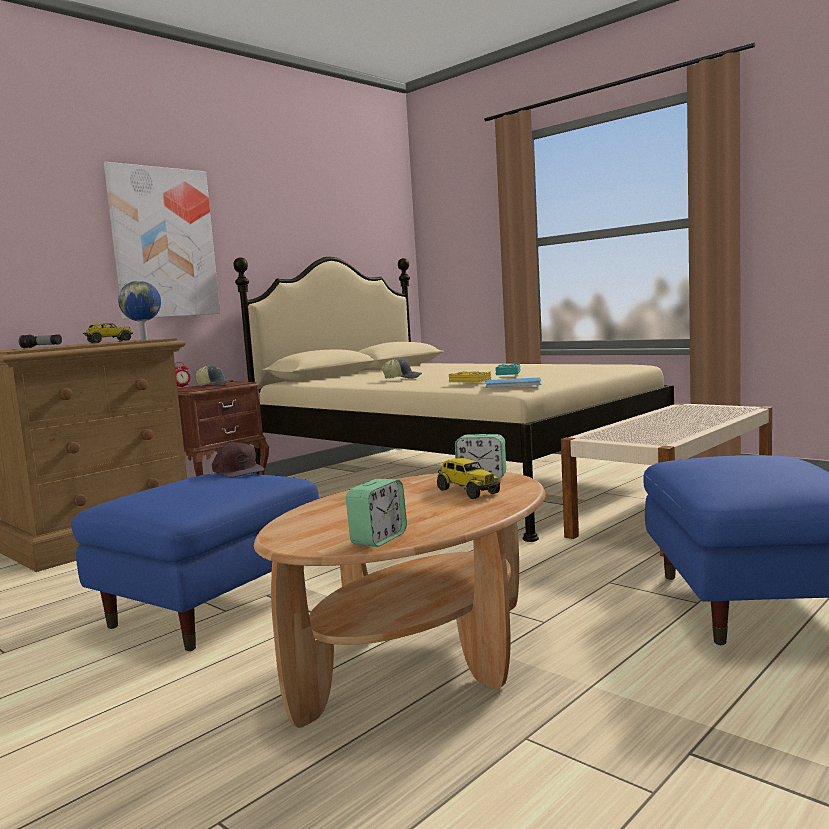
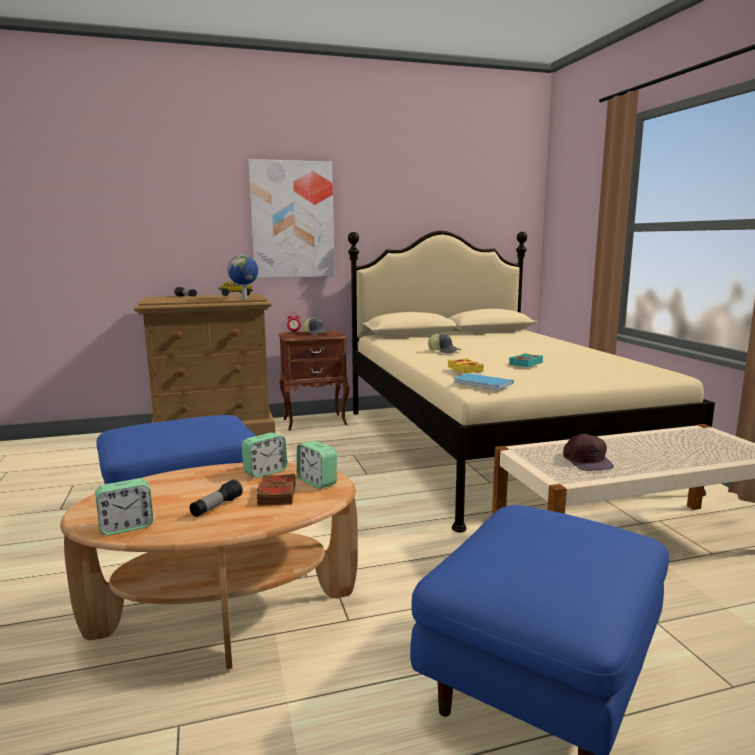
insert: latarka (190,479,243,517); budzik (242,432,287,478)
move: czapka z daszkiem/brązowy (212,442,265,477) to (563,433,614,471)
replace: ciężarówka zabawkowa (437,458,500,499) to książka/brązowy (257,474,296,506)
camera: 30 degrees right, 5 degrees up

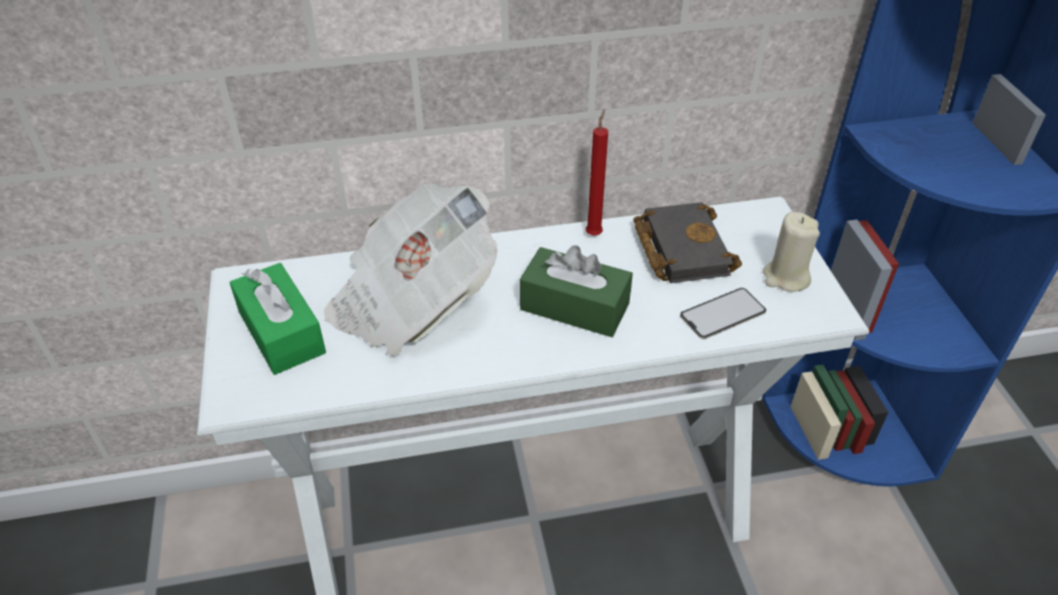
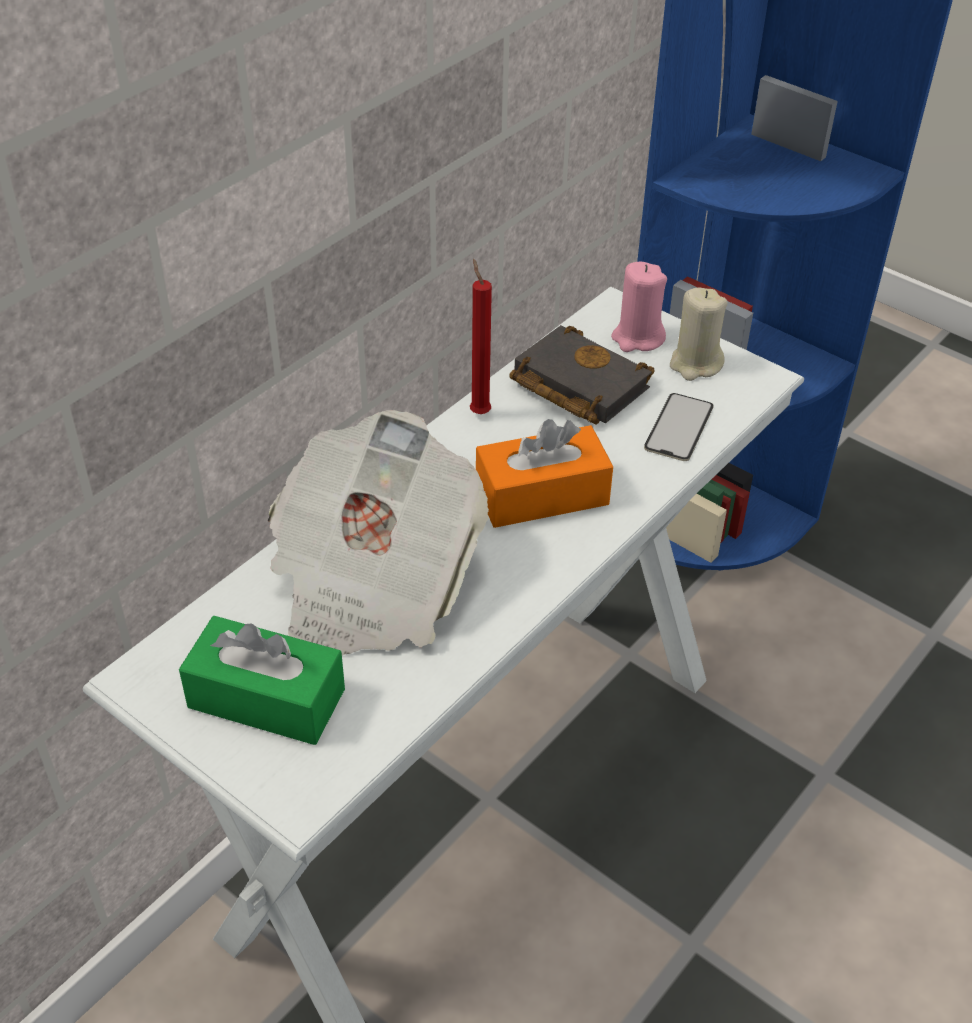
insert: świeca/różowy (611,262,667,352)
recolor: pudełko chusteczek/zielony (520,245,633,337) to pudełko chusteczek/pomarańczowy (476,419,613,528)
camera: 40 degrees left, 0 degrees up

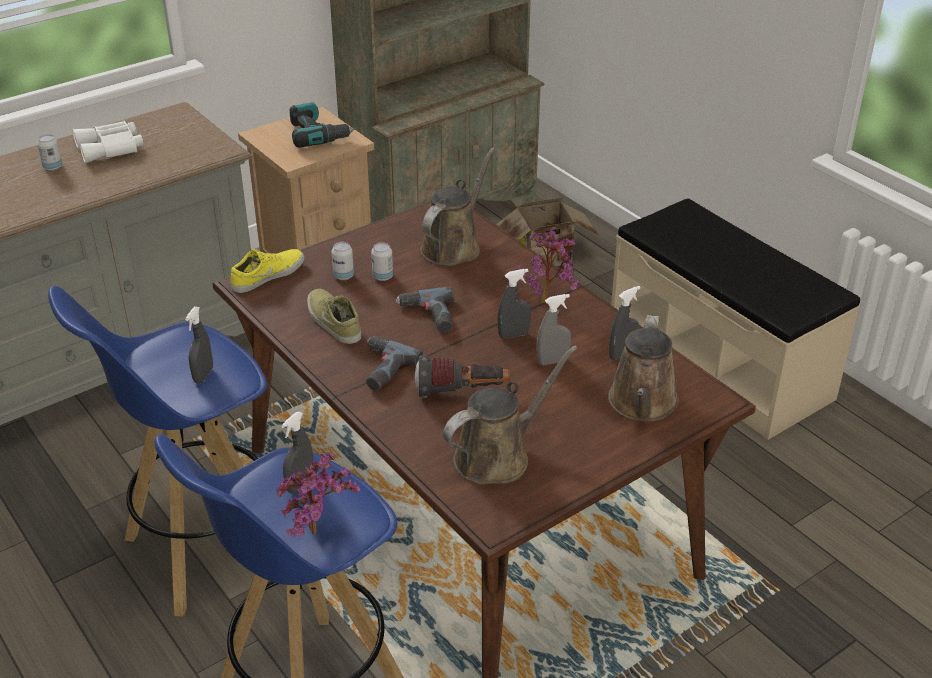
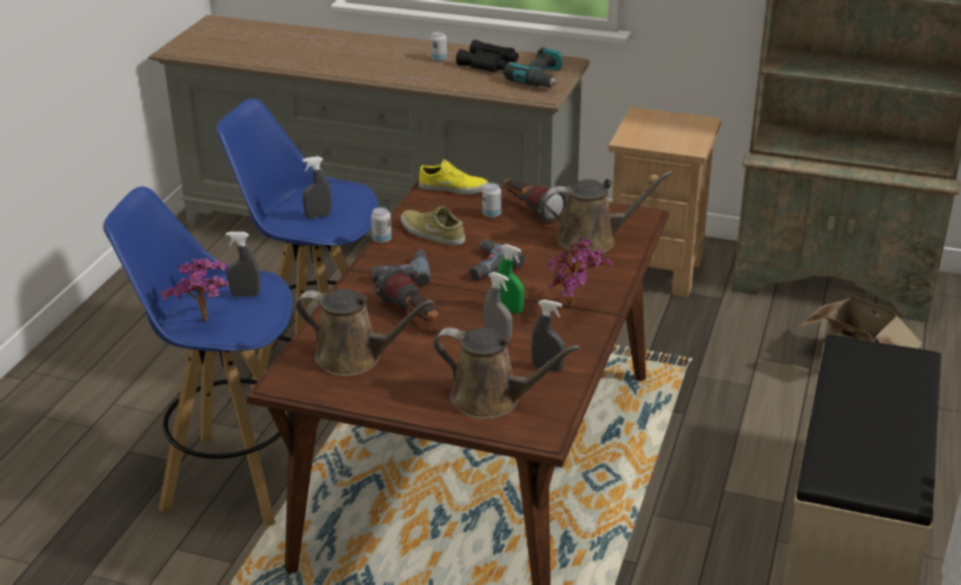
insert: latarka (504,178,566,223)
move: wiertarka (290,102,355,148) to (503,47,563,88); puszka (371,243,393,281) to (371,207,392,243)
recolor: lornetka/biały (72,121,144,163) to lornetka/czarny (456,40,518,73); spryskiwacz/szary (497,269,531,339) to spryskiwacz/zielony (497,244,524,314)
rotate: but/beżowy (307,289,361,344) = (401,206,465,246) 75 degrees counterclockwise; konewka/brązowy (608,315,679,422) = (433,328,581,419) 135 degrees counterclockwise
camera: 55 degrees right, 5 degrees down

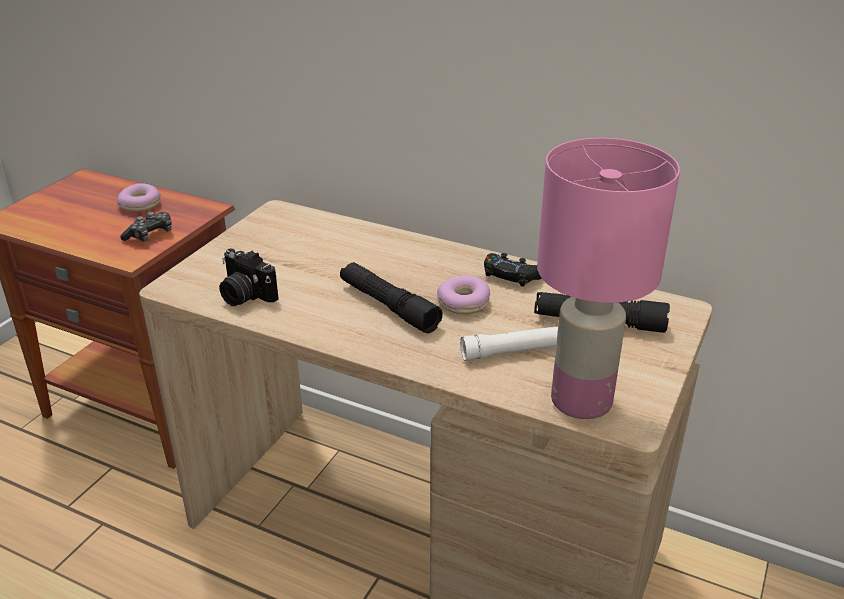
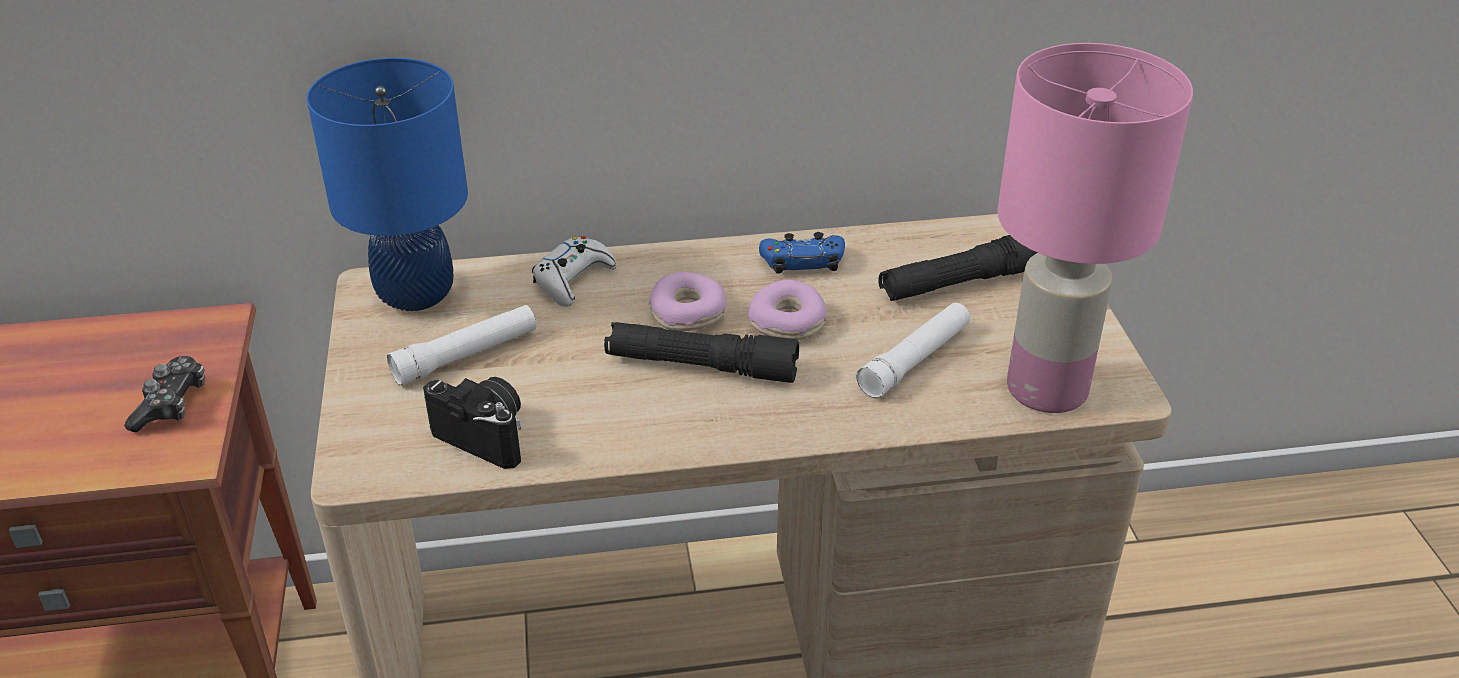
insert: lampa stołowa/niebieski (307,58,468,311); latarka/biały (387,305,537,385); pad do gier/biały (532,236,617,307)
move: donut (117,183,161,212) to (648,272,726,331)
recolor: pad do gier/czarny (484,253,542,287) to pad do gier/niebieski (759,232,845,274)
rotate: aparat fotograficzny (219,248,278,306) = (423,377,521,469) 150 degrees counterclockwise
camera: 35 degrees left, 5 degrees up

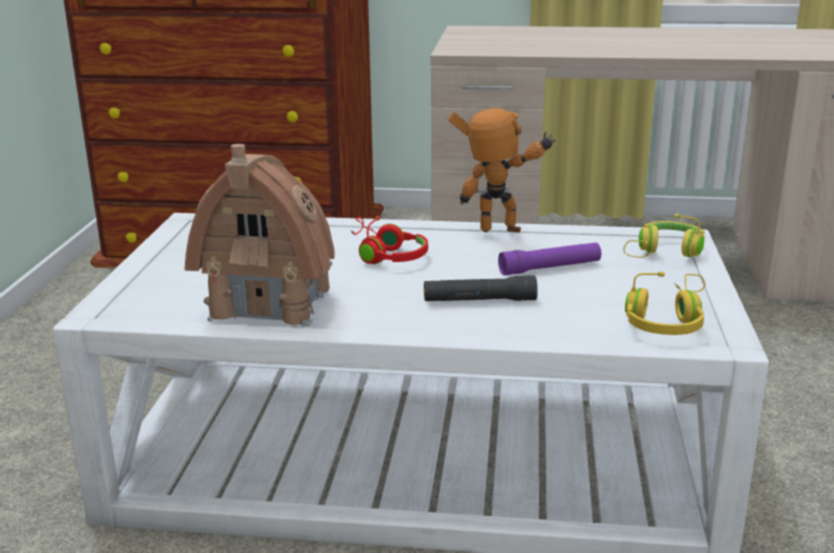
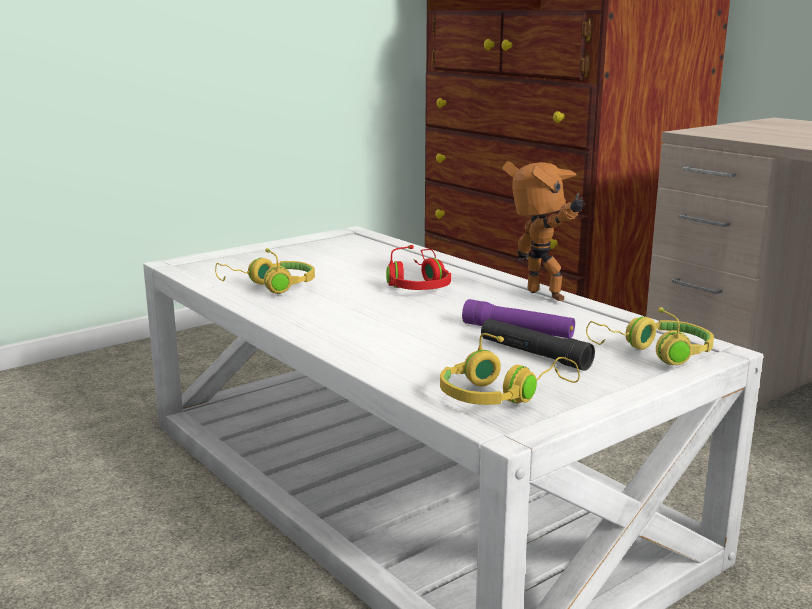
move: latarka/czarny (424,275,538,301) to (481,319,595,371)
replace: domek (184,144,335,328) to słuchawki/żółty (215,248,315,294)
camera: 45 degrees right, 5 degrees down

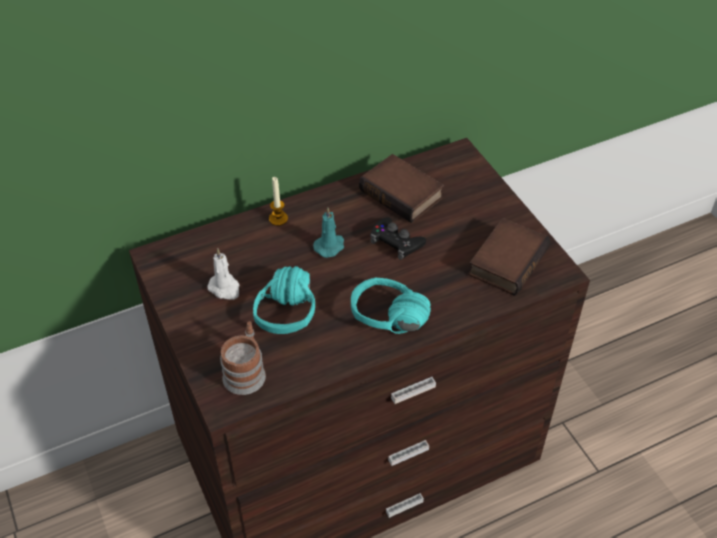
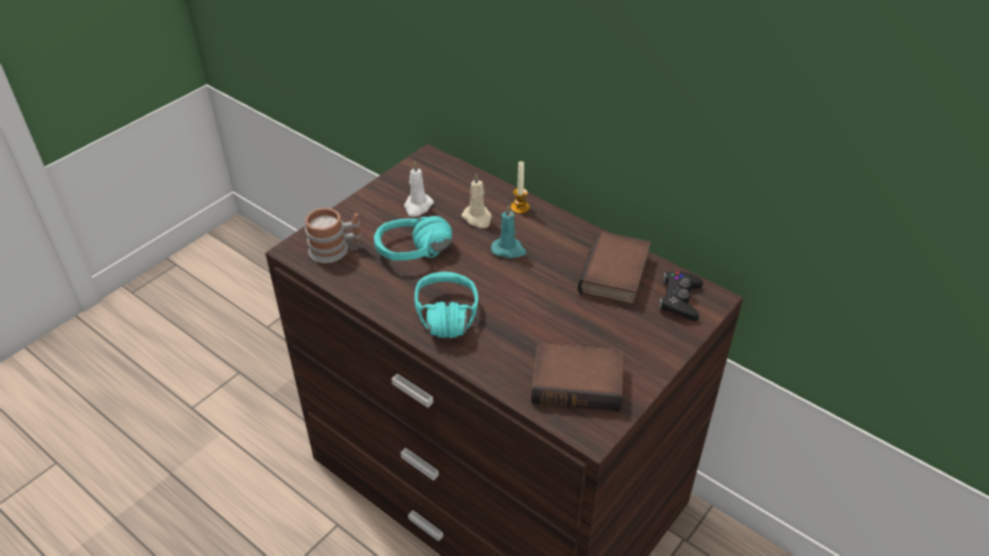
insert: świeca/beżowy (462,173,492,228)
move: pad do gier/czarny (370,217,426,260) to (658,271,703,321)
camera: 65 degrees right, 5 degrees down

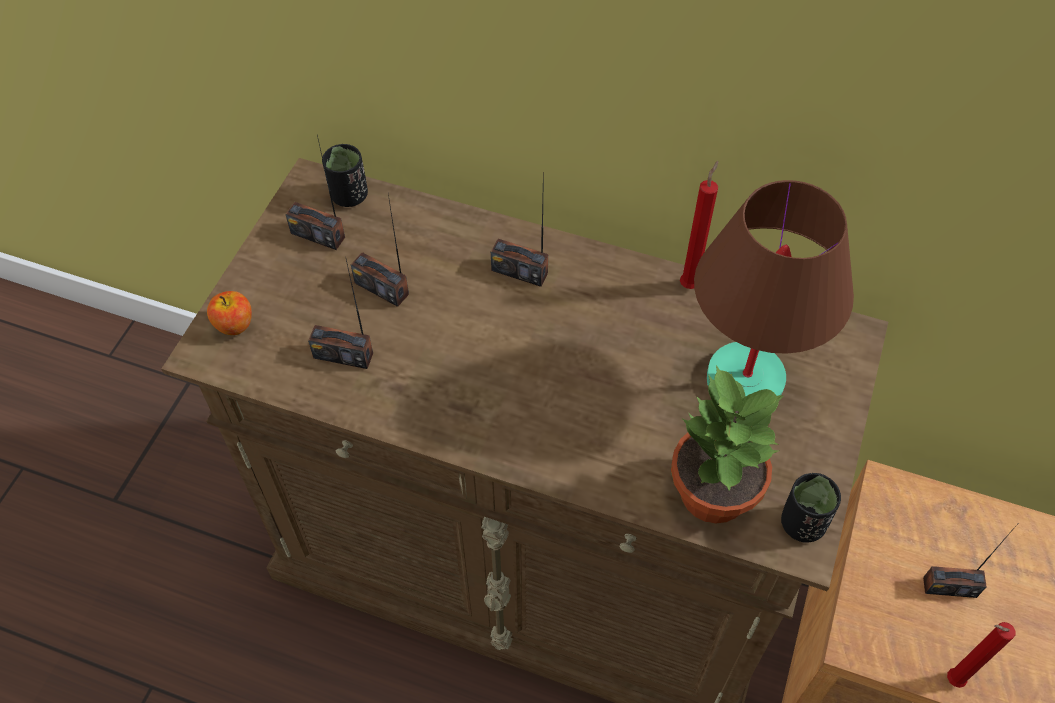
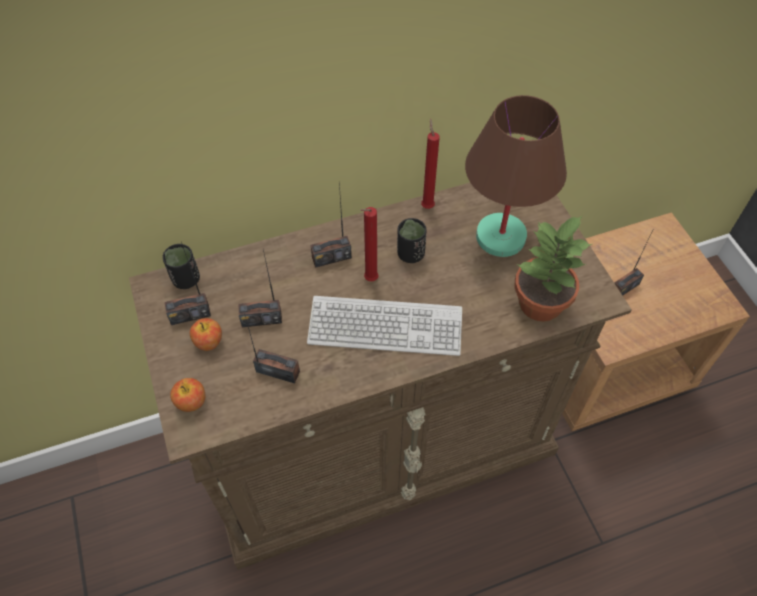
insert: jabłko (190,318,222,351); klawiatura (307,296,462,356)
move: filiżanka/czarny (781,473,841,542) to (397,218,427,263); świeca/czerwony (947,622,1016,688) to (360,207,379,281)
rotate: radio (308,260,373,369) = (244,313,300,384) 135 degrees counterclockwise
camera: 40 degrees left, 0 degrees up

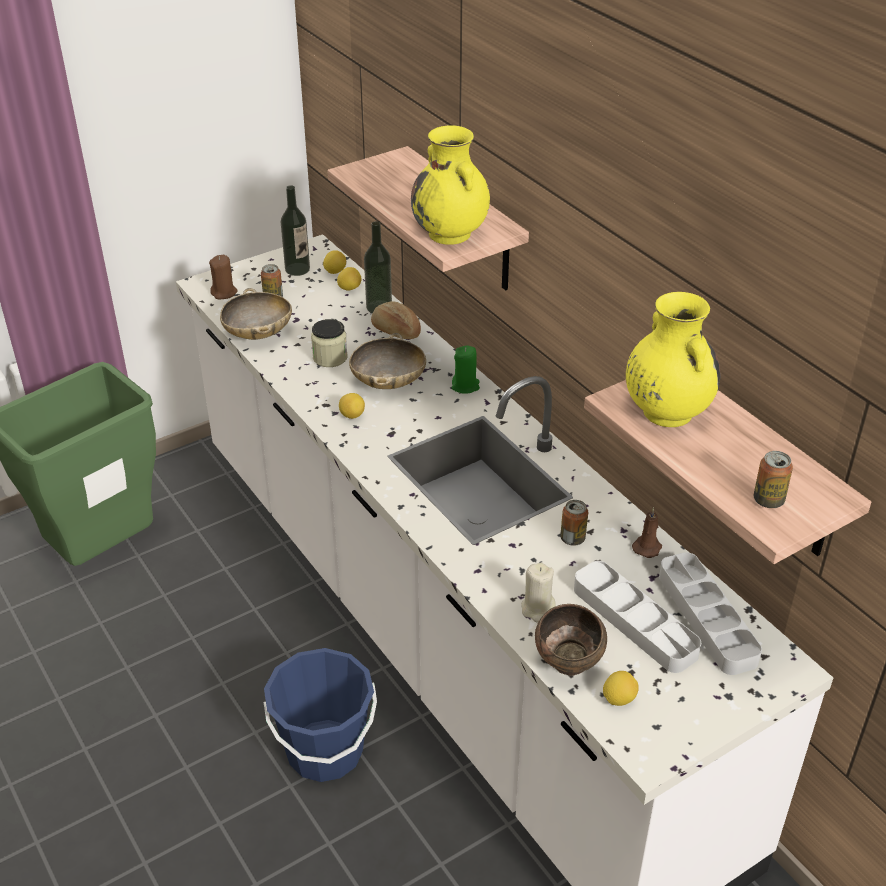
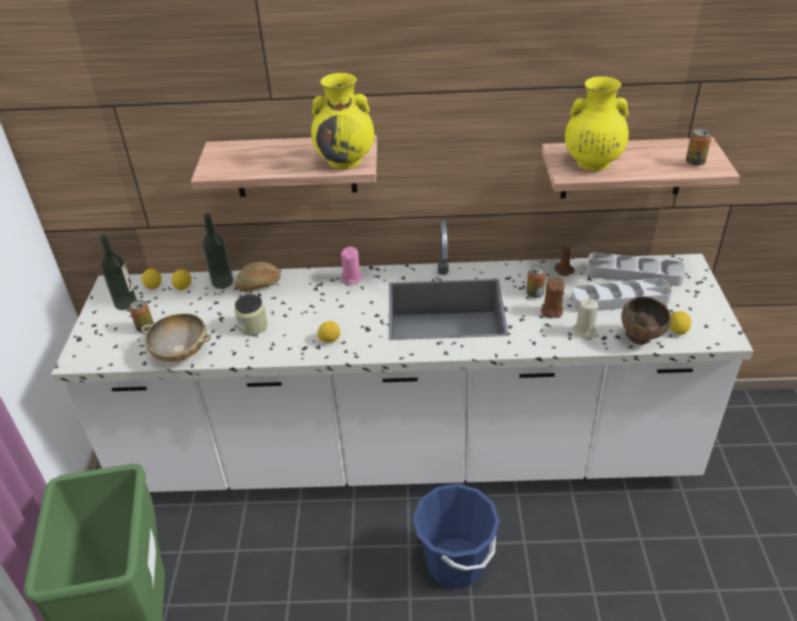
delete: miska/beżowy (349,333,426,389)
move: świeca/brązowy (209,255,238,299) to (541,278,564,318)
recolor: świeca/zielony (452,346,480,394) to świeca/różowy (341,247,362,285)
camera: 55 degrees left, 0 degrees up

